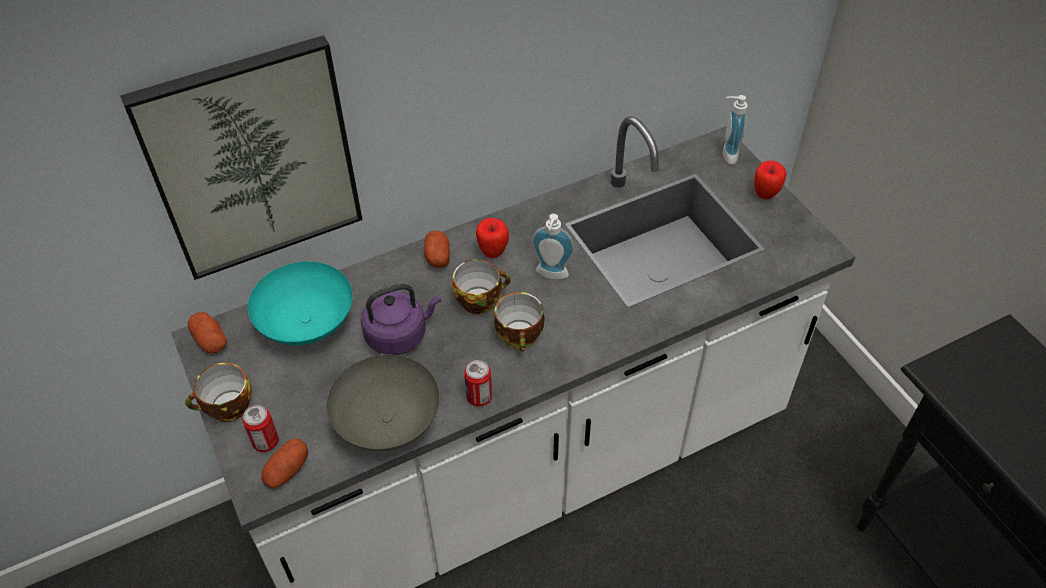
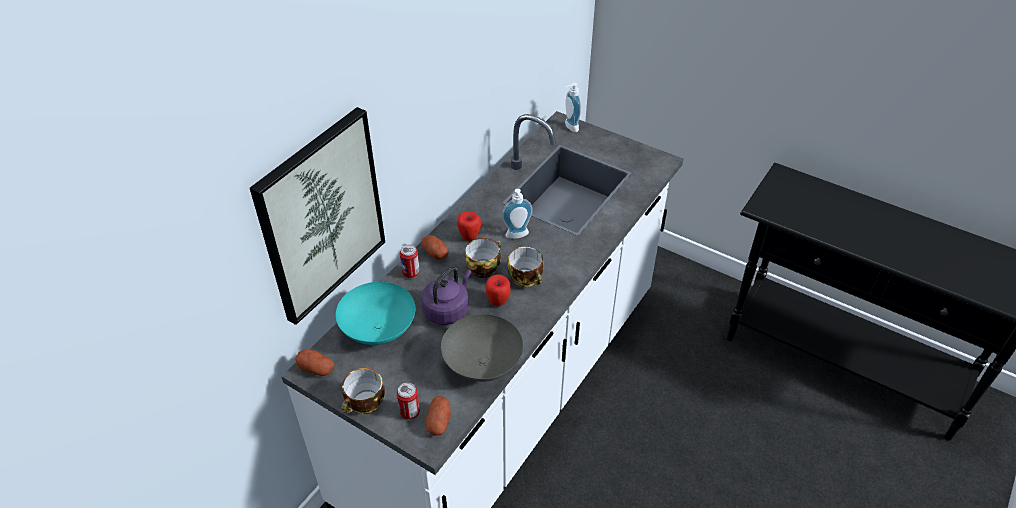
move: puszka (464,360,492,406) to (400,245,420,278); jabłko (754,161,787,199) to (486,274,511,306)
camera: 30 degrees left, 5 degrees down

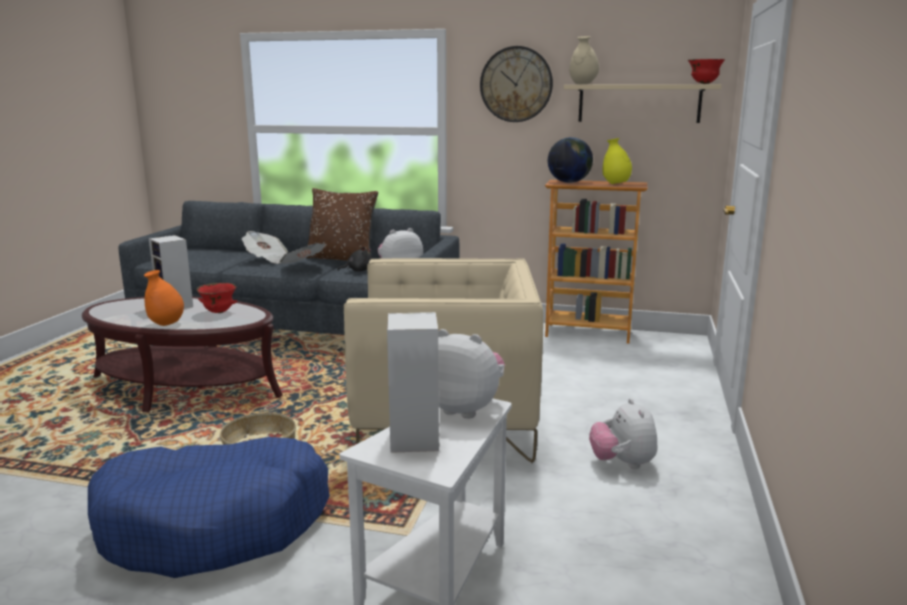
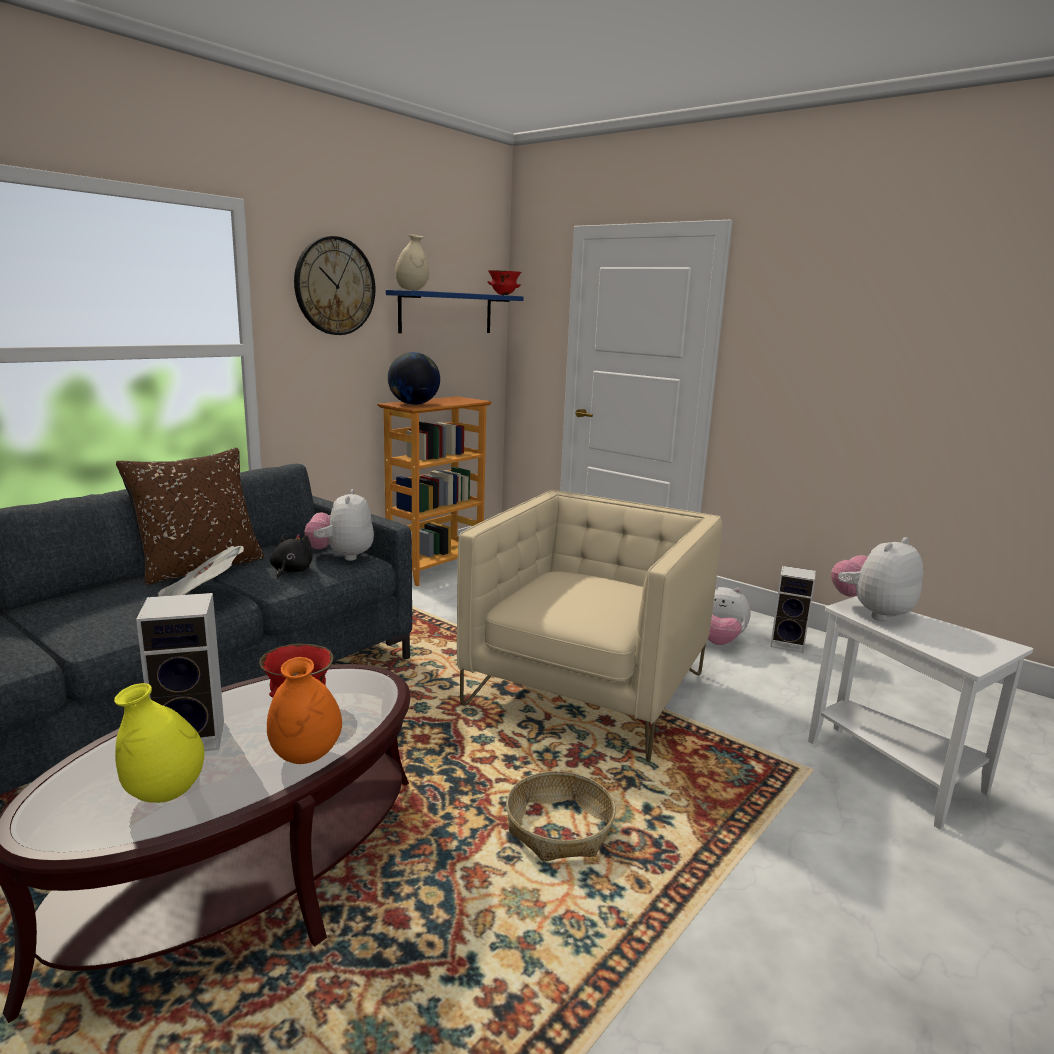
delete: legowisko/niebieski (88,437,330,578); gazeta (242,231,288,264)
move: głośnik (387,312,439,453) to (770,566,816,653); wazon/żółty (603,138,632,184) to (114,683,204,803)
recolor: półka/beżowy (564,84,721,123) to półka/niebieski (386,290,524,333)
camera: 65 degrees left, 0 degrees up

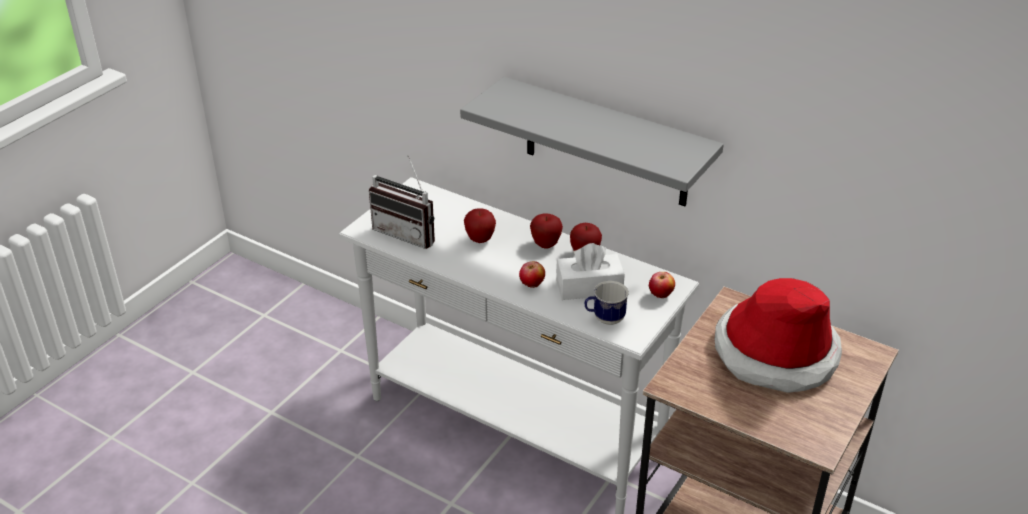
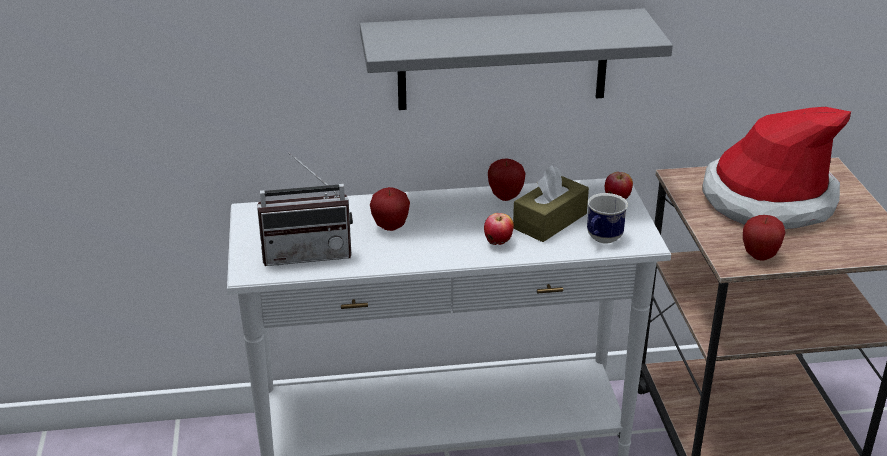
move: jabłko (530,213,563,249) to (743,215,785,260)
recolor: pudełko chusteczek/biały (556,243,625,300) to pudełko chusteczek/brązowy (513,166,589,242)
camera: 40 degrees left, 5 degrees down

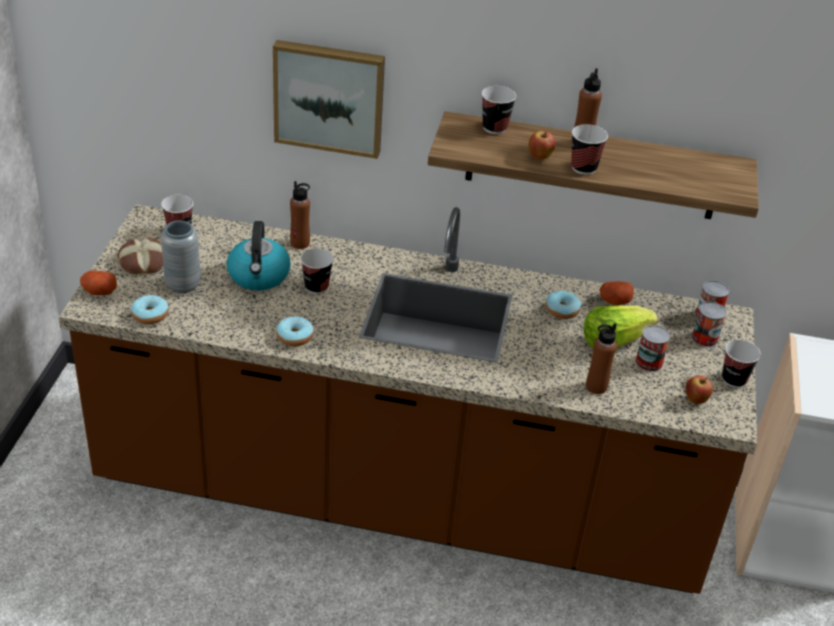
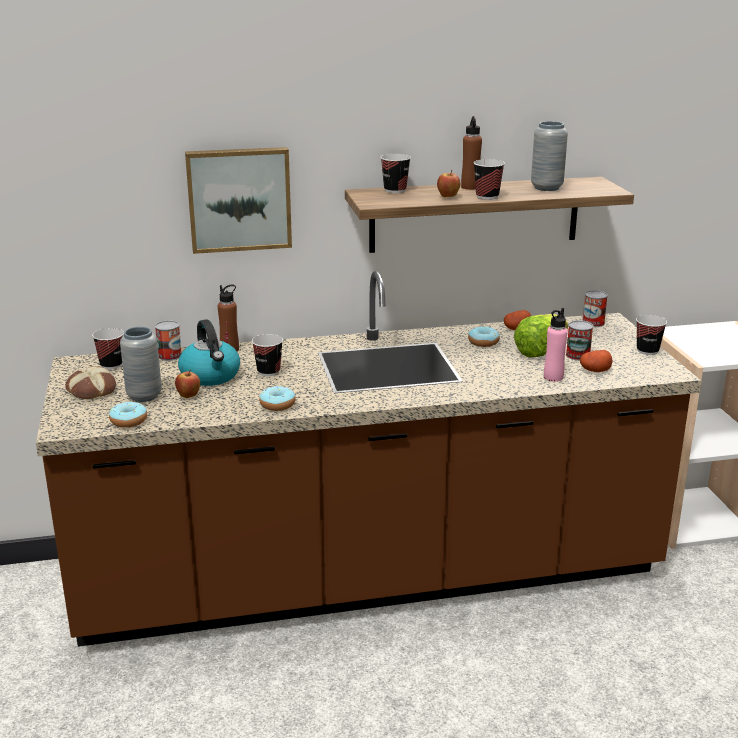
insert: wazon/szary (531,121,568,191)
move: ziemniak (80,270,117,295) to (580,350,613,372); jabłko (686,376,713,404) to (175,370,200,398); puszka (692,301,727,347) to (155,321,182,361)
recolor: butelka/brązowy (586,323,617,394) to butelka/różowy (544,308,568,382)
camera: 20 degrees left, 15 degrees down

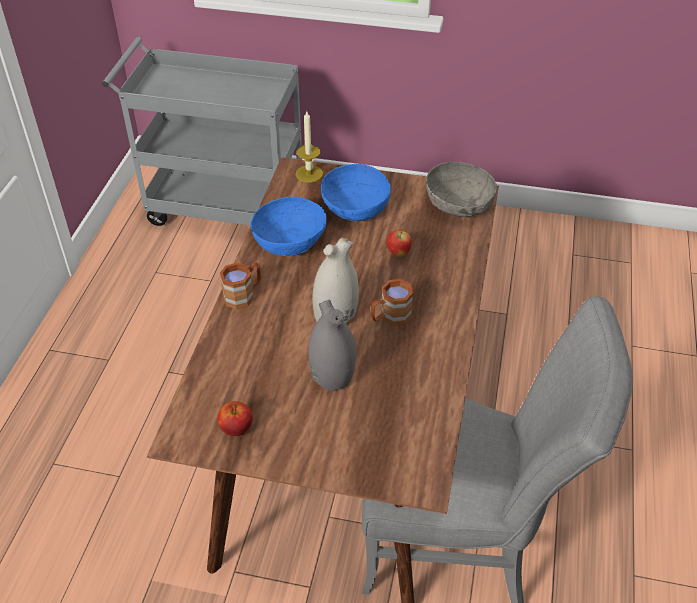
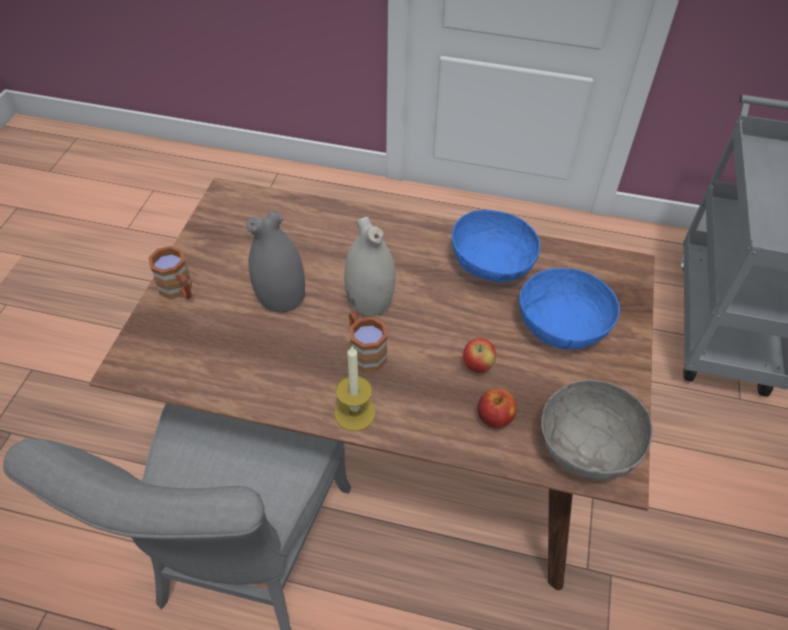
move: jabłko (218,401,253,436) to (478,388,517,429); kubek/brązowy (220,263,261,309) to (148,246,192,299); świeca (296,110,323,183) to (334,346,376,431)
camera: 90 degrees right, 5 degrees up

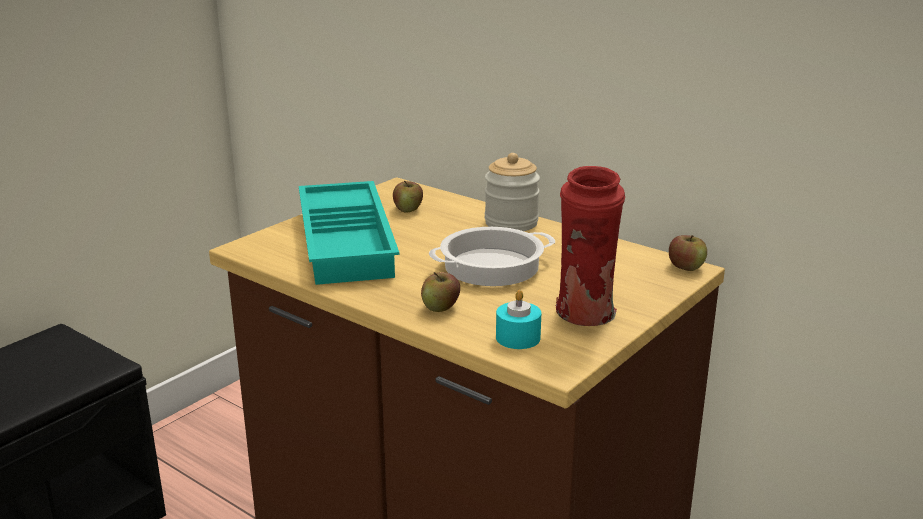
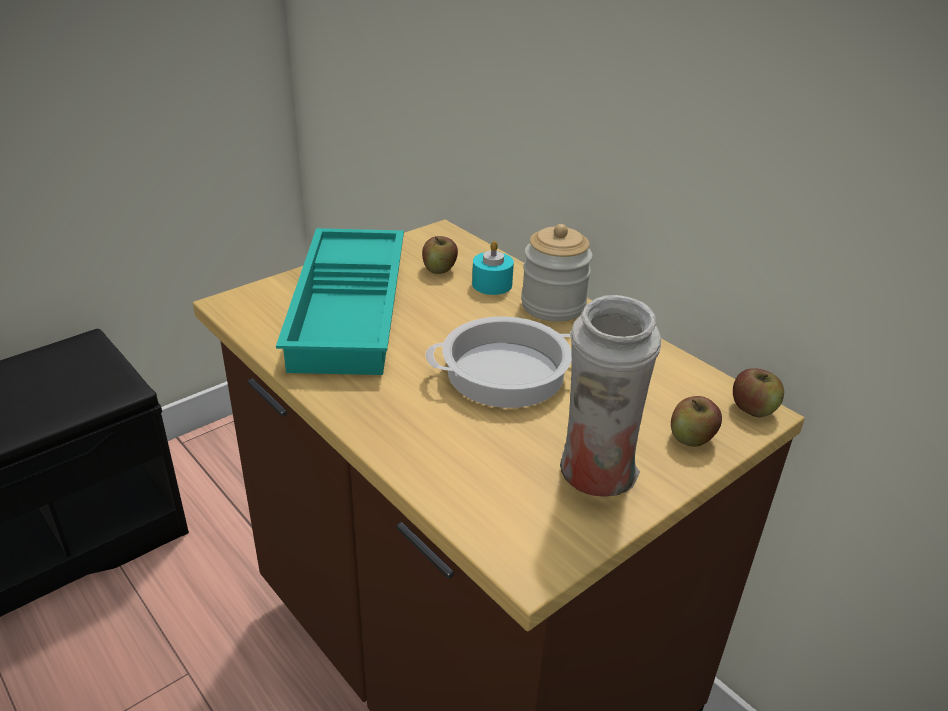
move: jabłko (421,272,460,312) to (671,396,722,447); świeca/turkusowy (496,290,541,349) to (472,241,514,295)
recolor: wazon/czerwony (556,166,625,326) to wazon/biały (560,295,661,497)
camera: 10 degrees right, 10 degrees up

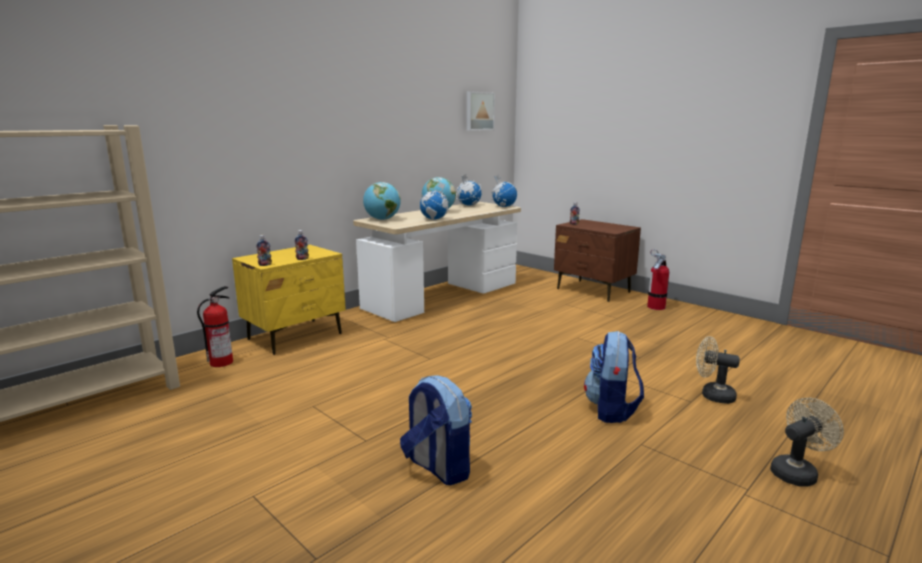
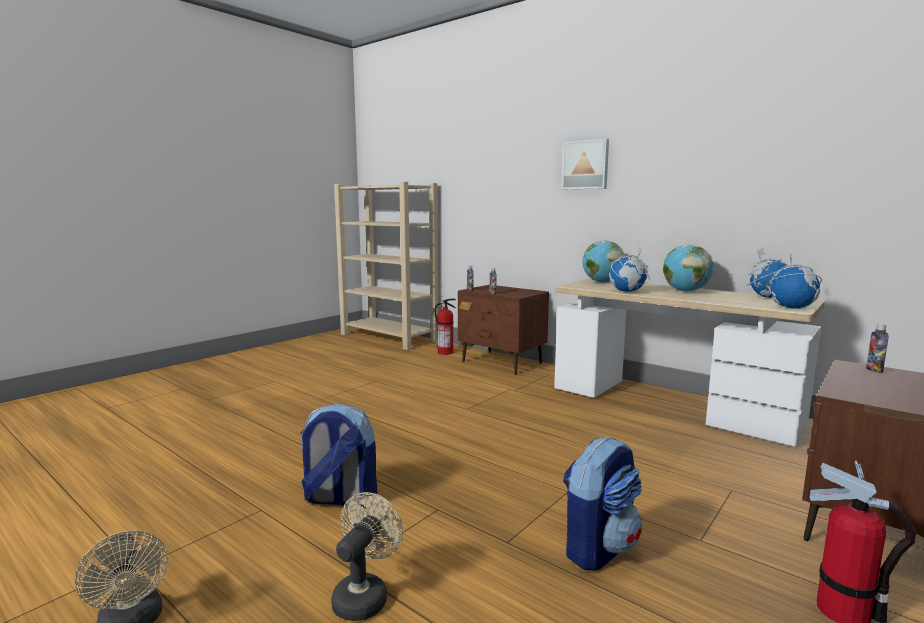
move: plecak (400,375,472,485) to (563,436,642,571); obraz (467,91,495,131) to (561,139,609,189)
recolor: szafka nocna/żółty (232,245,346,355) to szafka nocna/brązowy (458,285,549,374)
camera: 85 degrees right, 5 degrees down

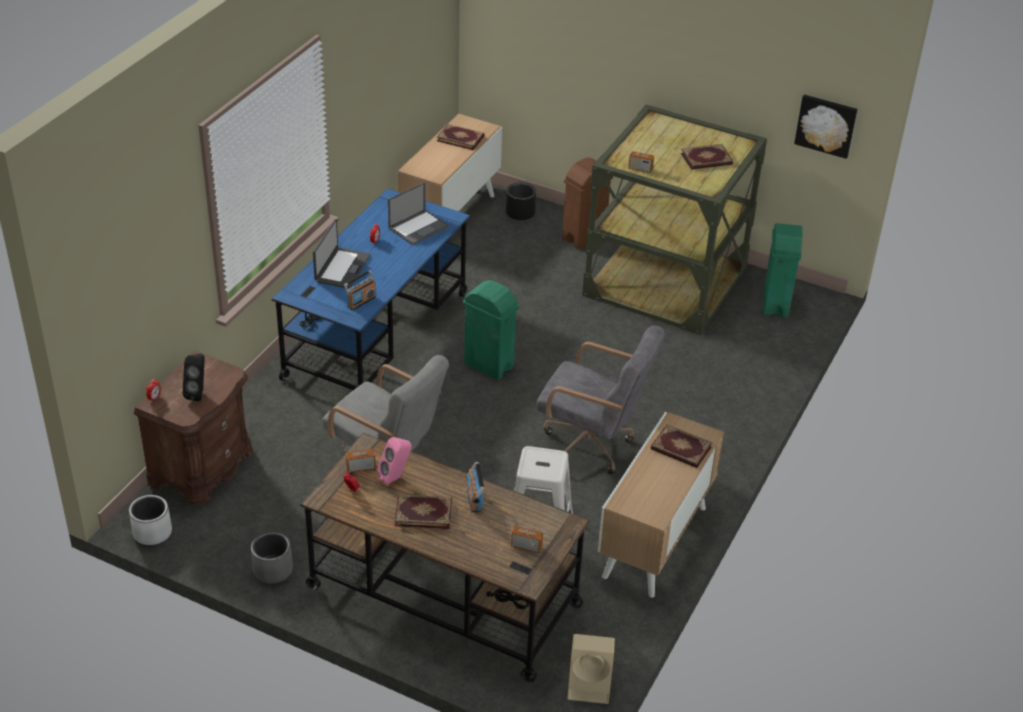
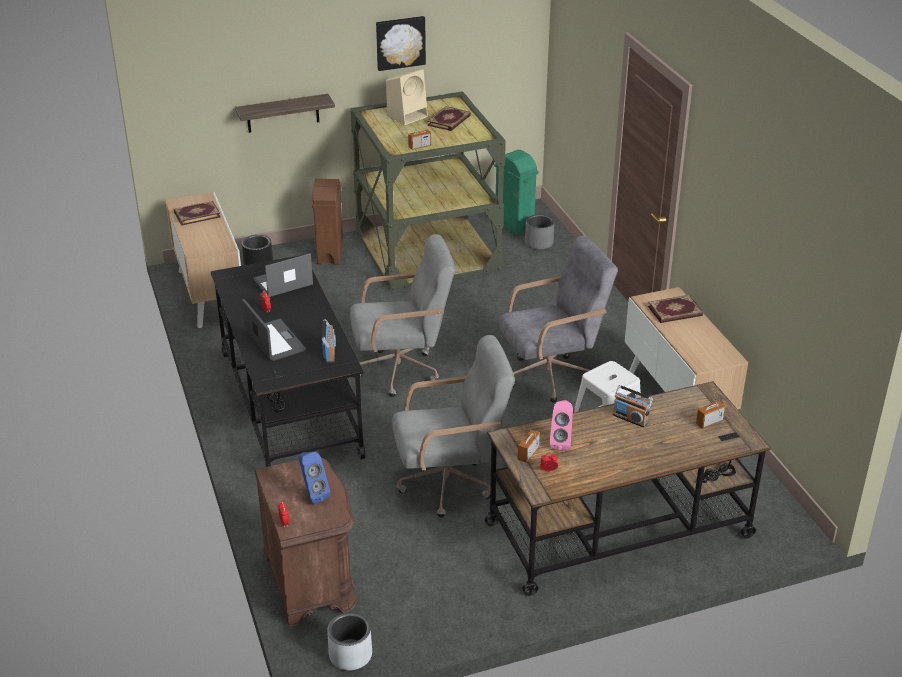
delete: książka (395,495,452,529)
insert: półka (235,94,335,133)
move: donica/szary (251,532,293,583) to (525,214,554,250); głośnik/beżowy (567,634,615,704) to (386,69,428,125); obraz (794,95,857,159) to (376,16,426,71)
replace: kosz na śmieci/zielony (463,280,519,380) to krzesło biurowe/szary (350,234,455,397)
recolor: głośnik/czarny (183,354,204,401) to głośnik/niebieski (299,452,331,504); biurko/niebieski (272,189,470,390) to biurko/czarny (210,255,365,467)
rotate: laptop (388,182,449,245) = (253,253,313,297) 120 degrees counterclockwise
camera: 45 degrees left, 5 degrees down

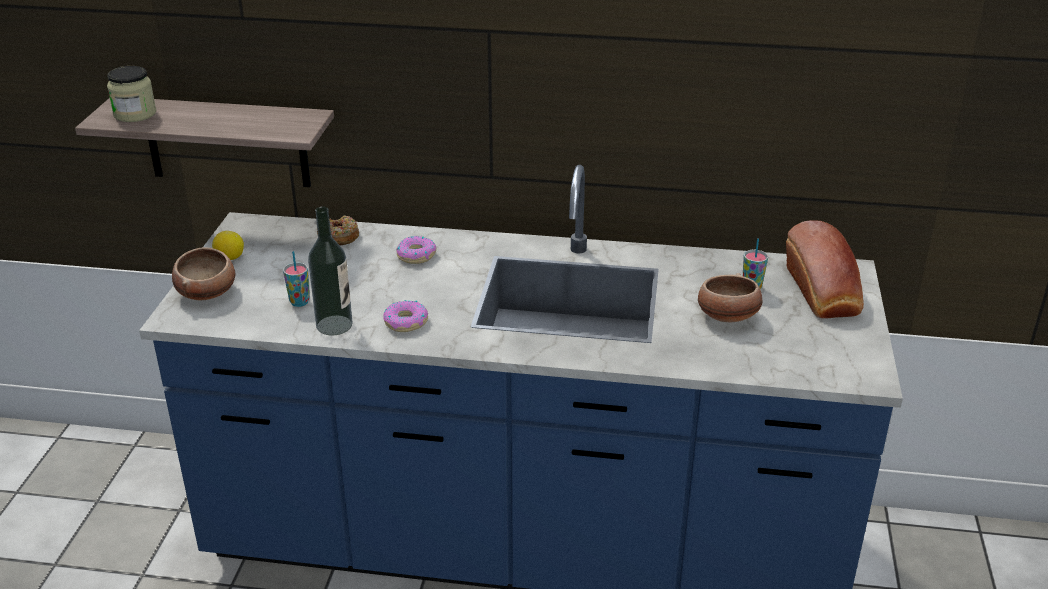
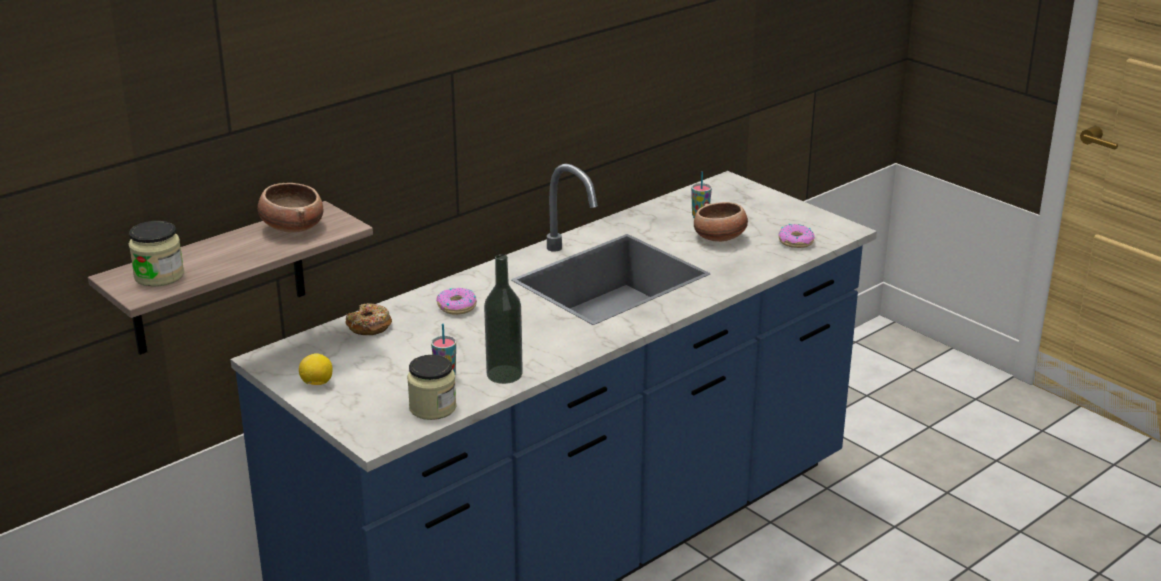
delete: chleb (786,220,864,319)
insert: słoik (407,355,457,420)
move: miska (172,248,235,300) to (257,183,323,233); donut (383,300,428,332) to (778,224,815,248)
camera: 50 degrees left, 5 degrees down

